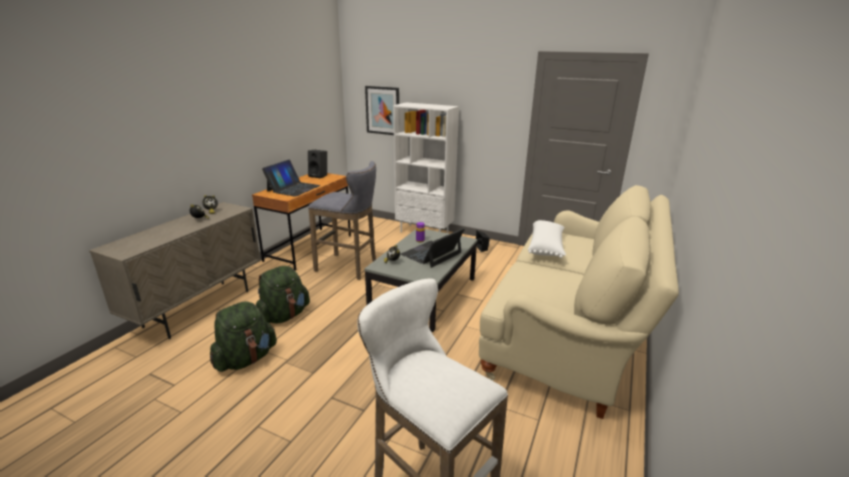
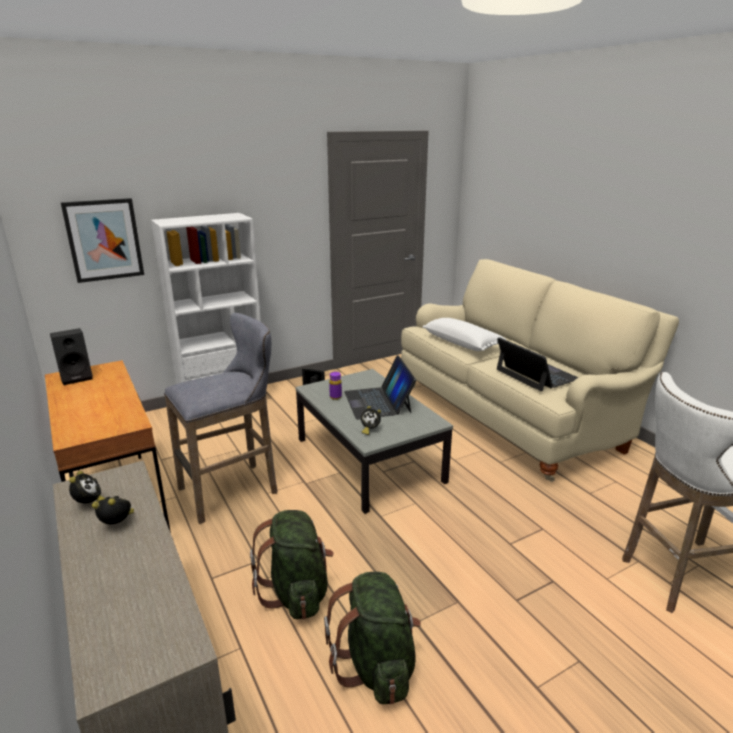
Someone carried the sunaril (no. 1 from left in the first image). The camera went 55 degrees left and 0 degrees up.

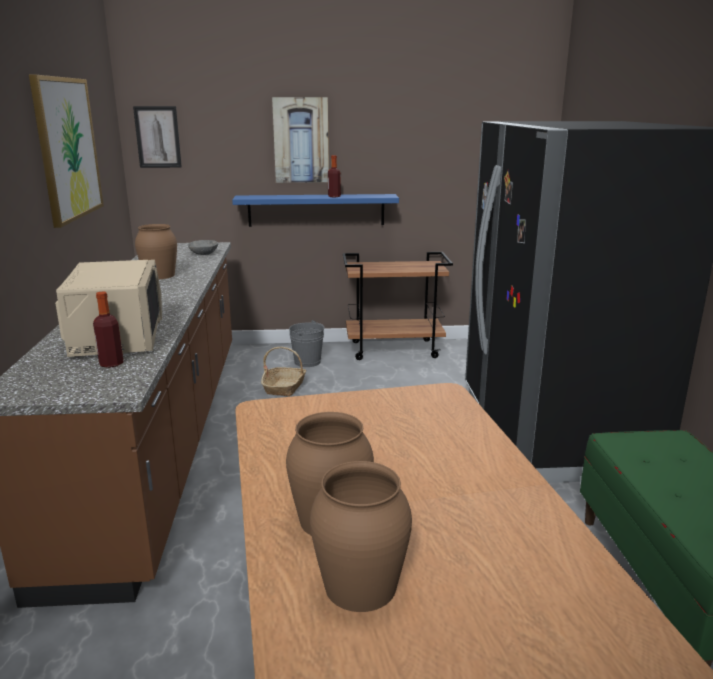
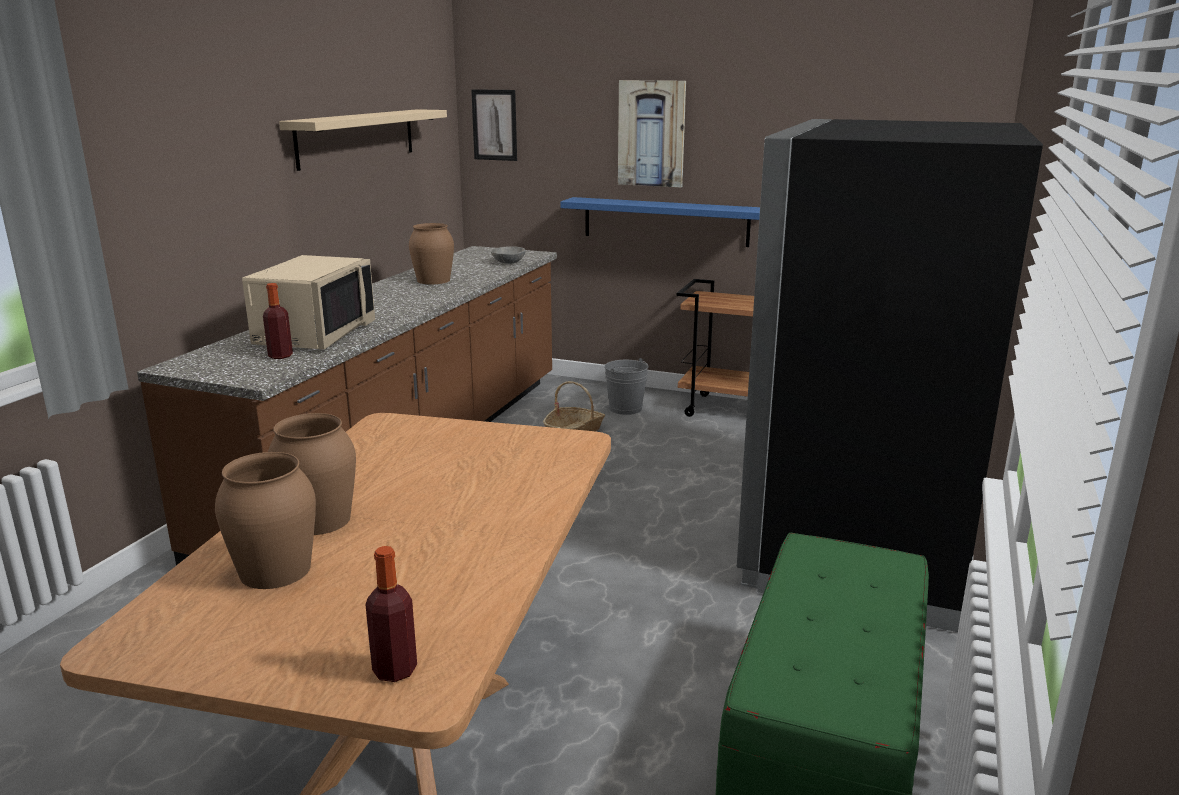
Someone carried the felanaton (no. 2 from left). Someone swapped the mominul (no. 1 from left) for the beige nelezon. The camera went 25 degrees right and 0 degrees up.

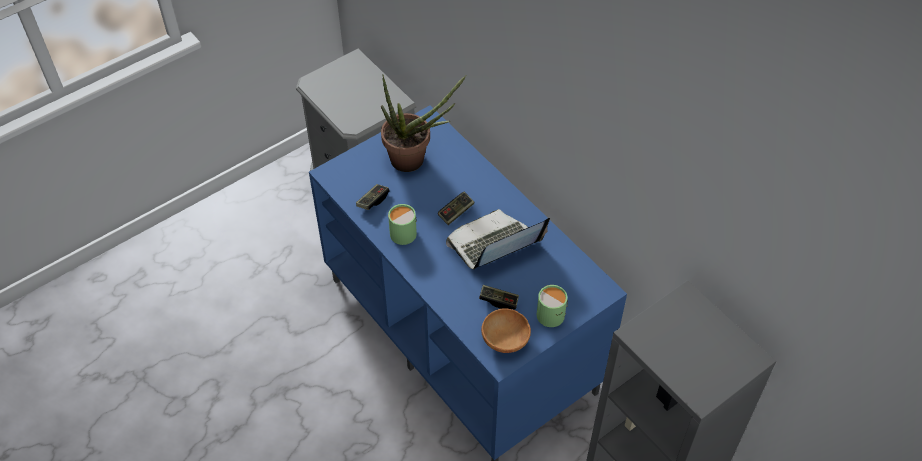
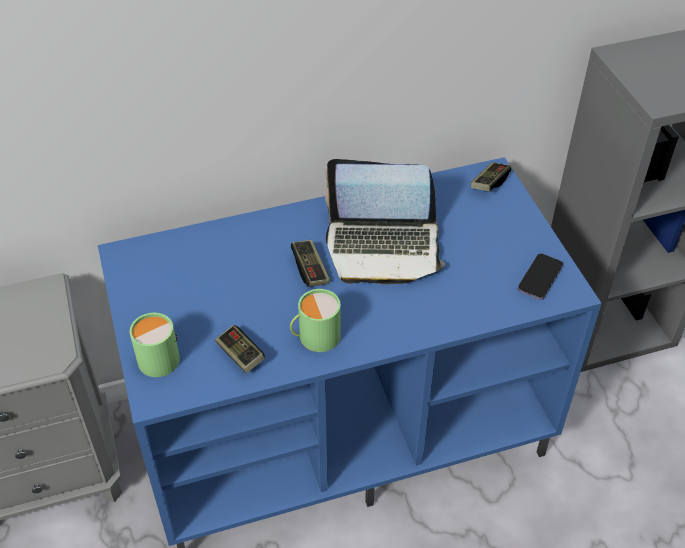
Someone took away the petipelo. Someone carried the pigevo (no. 3 from left). Someone carried the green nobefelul (no. 2 from left in the first image). Someone swapped the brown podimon for the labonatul. Someone rotated the sunaril by 75 degrees counterclockwise. The camera went 70 degrees left and 5 degrees down.

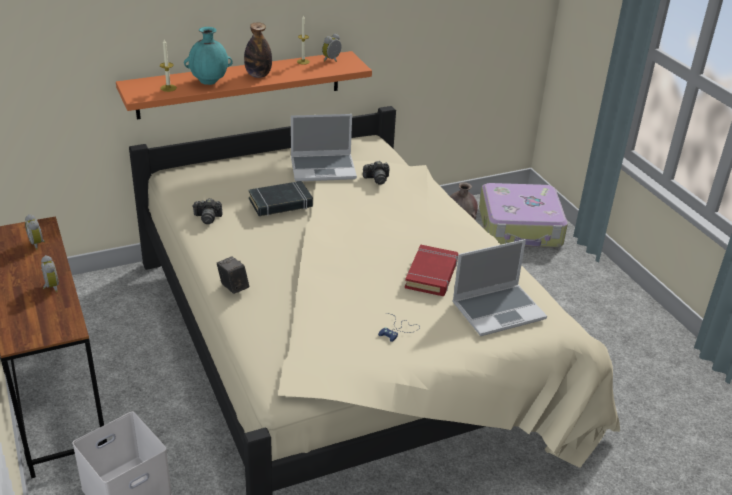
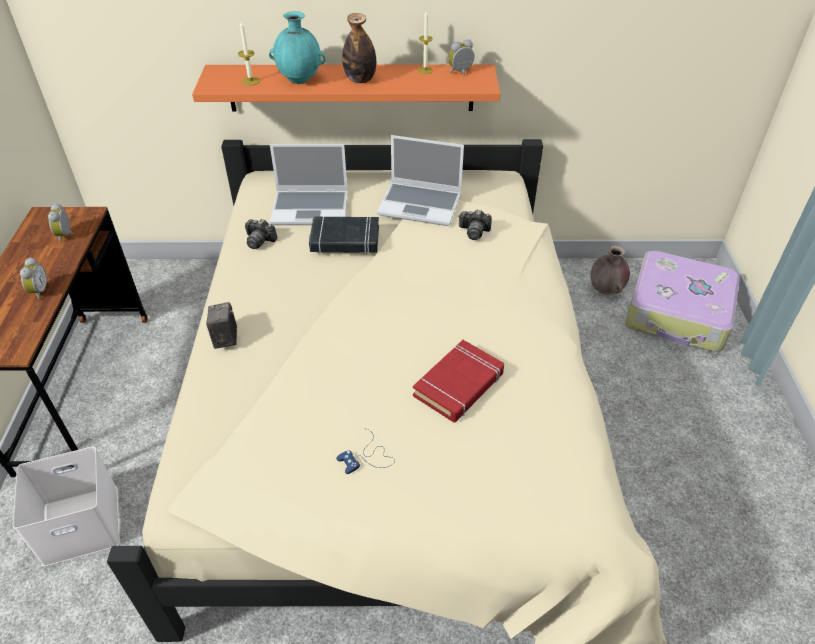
Someone carried the sunaril (no. 2 from left in the first image). The camera went 25 degrees right and 10 degrees up.

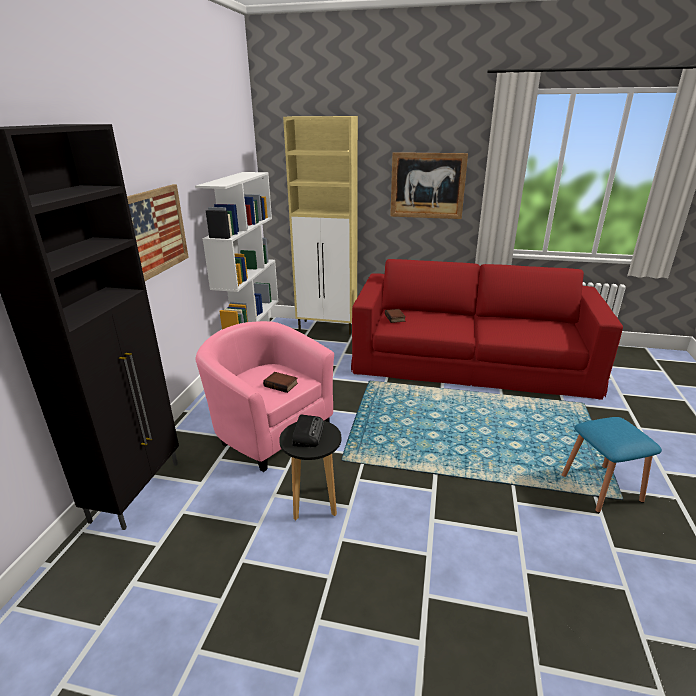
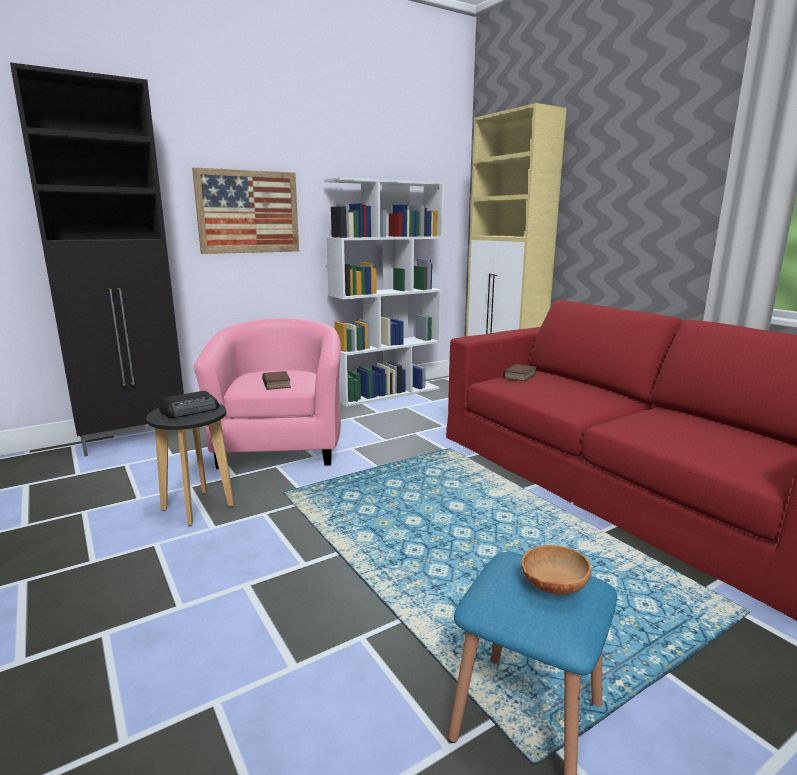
Someone took away the mominul (no. 2 from left). Someone put down the brown podimon. The camera went 45 degrees right and 10 degrees down.

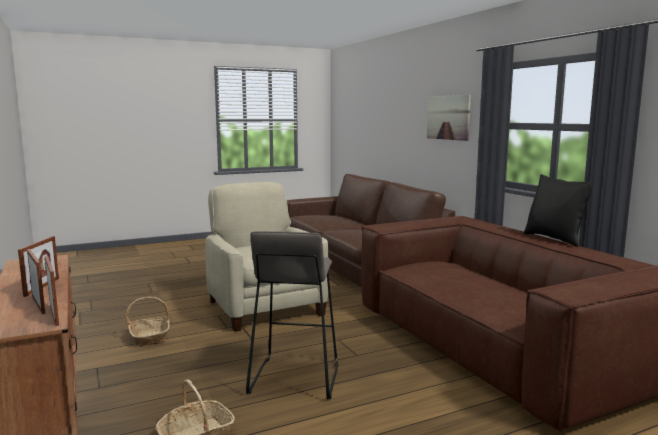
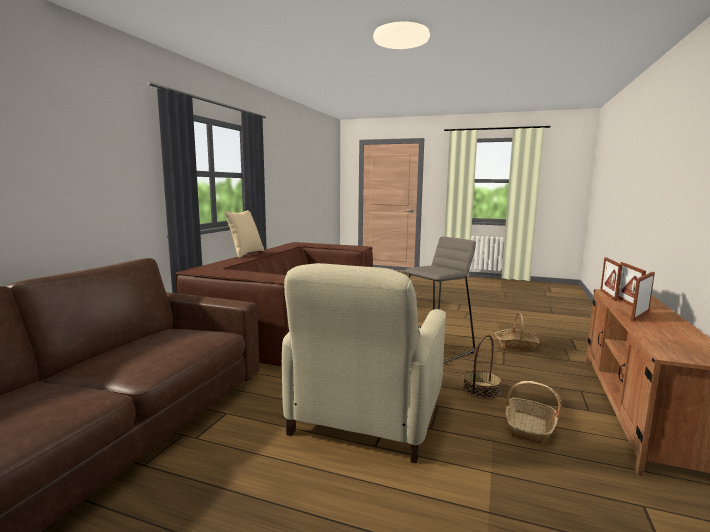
Someone took away the mominul. Someone put down the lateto (no. 1 from left). Someone repainted the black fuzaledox, which became the beige fuzaledox. The camera went 135 degrees left and 0 degrees up.

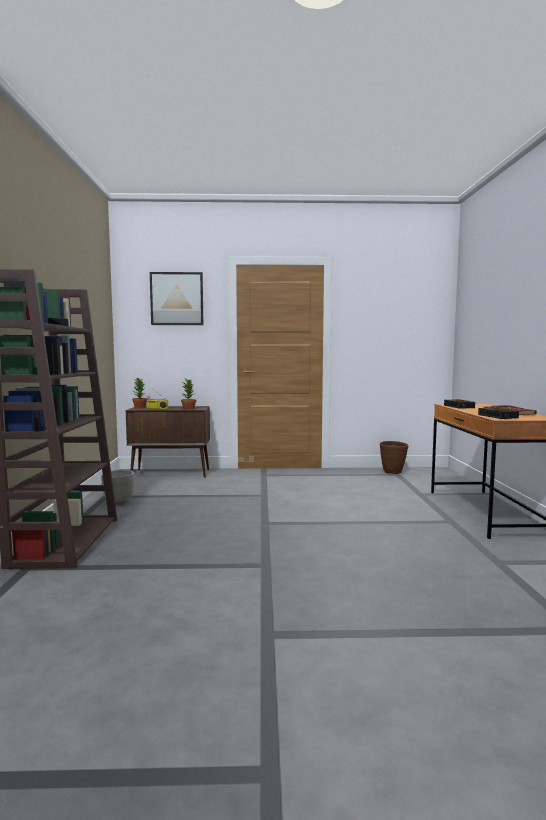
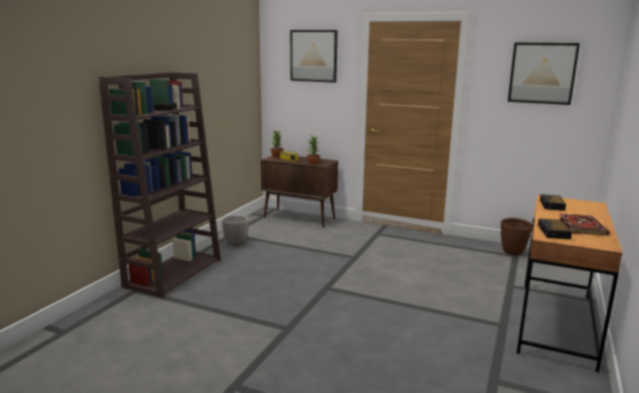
Someone put up the mominul (no. 2 from left). The camera went 25 degrees right and 10 degrees up.

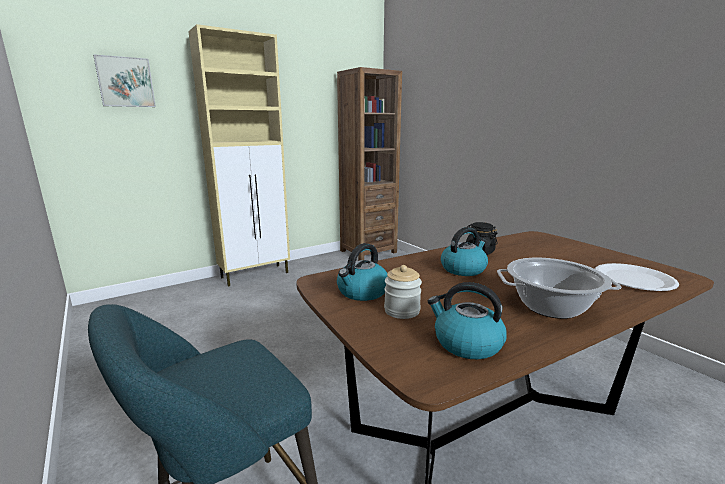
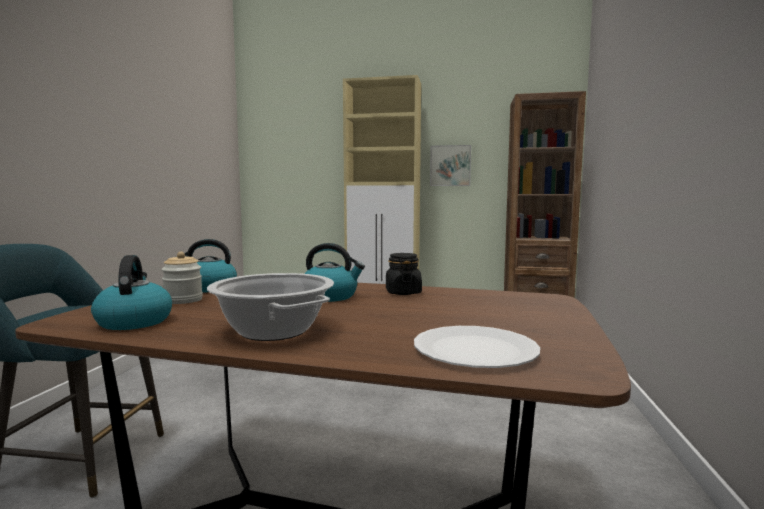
Someone carried the mominul. The camera went 45 degrees right and 10 degrees down.

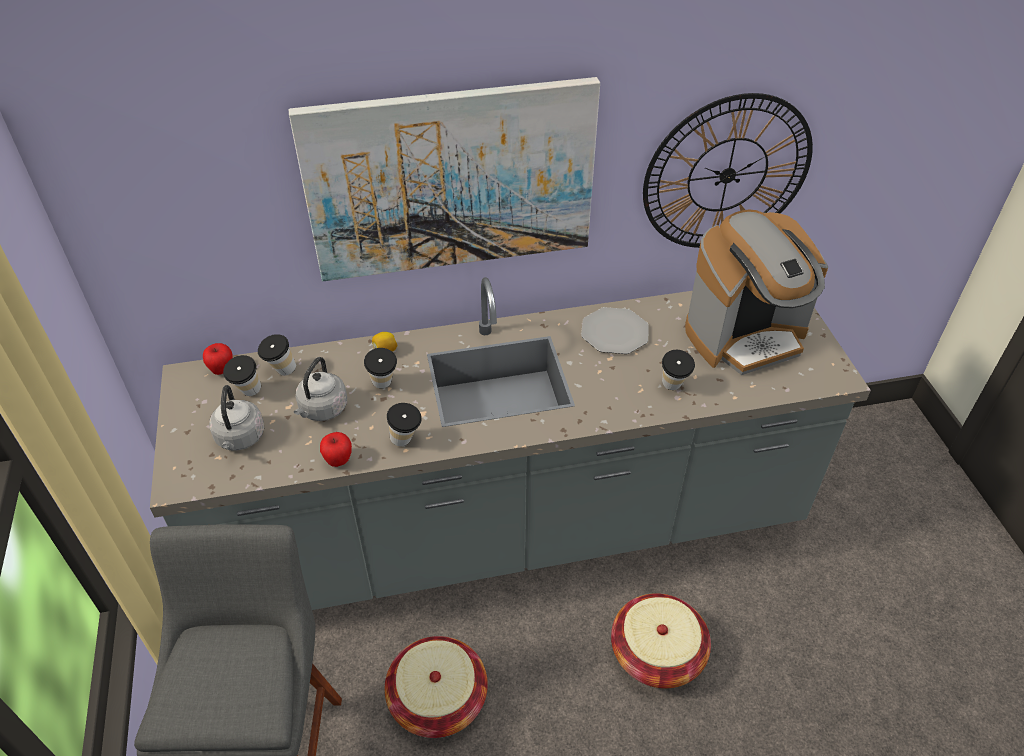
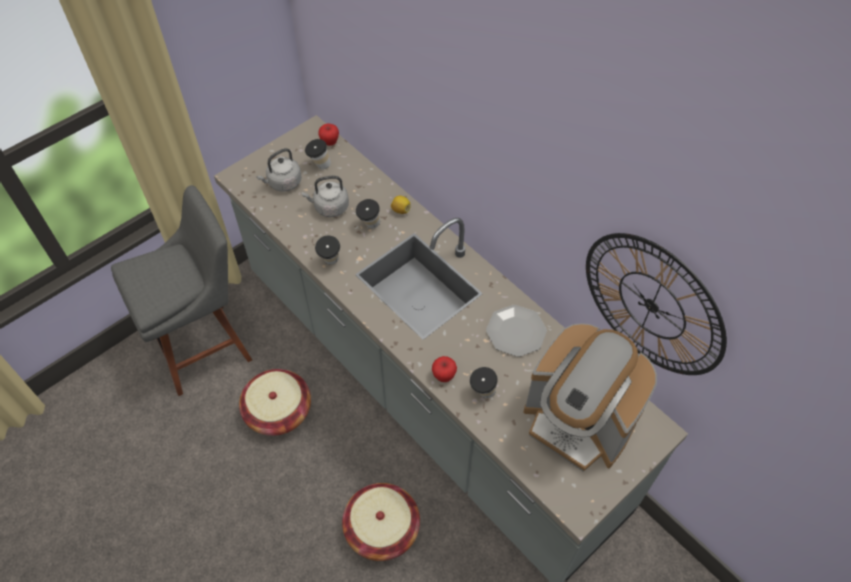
Someone took away the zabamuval (no. 2 from left). Someone took away the mominul. Someone carried the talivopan (no. 2 from left). The camera went 60 degrees right and 10 degrees up.

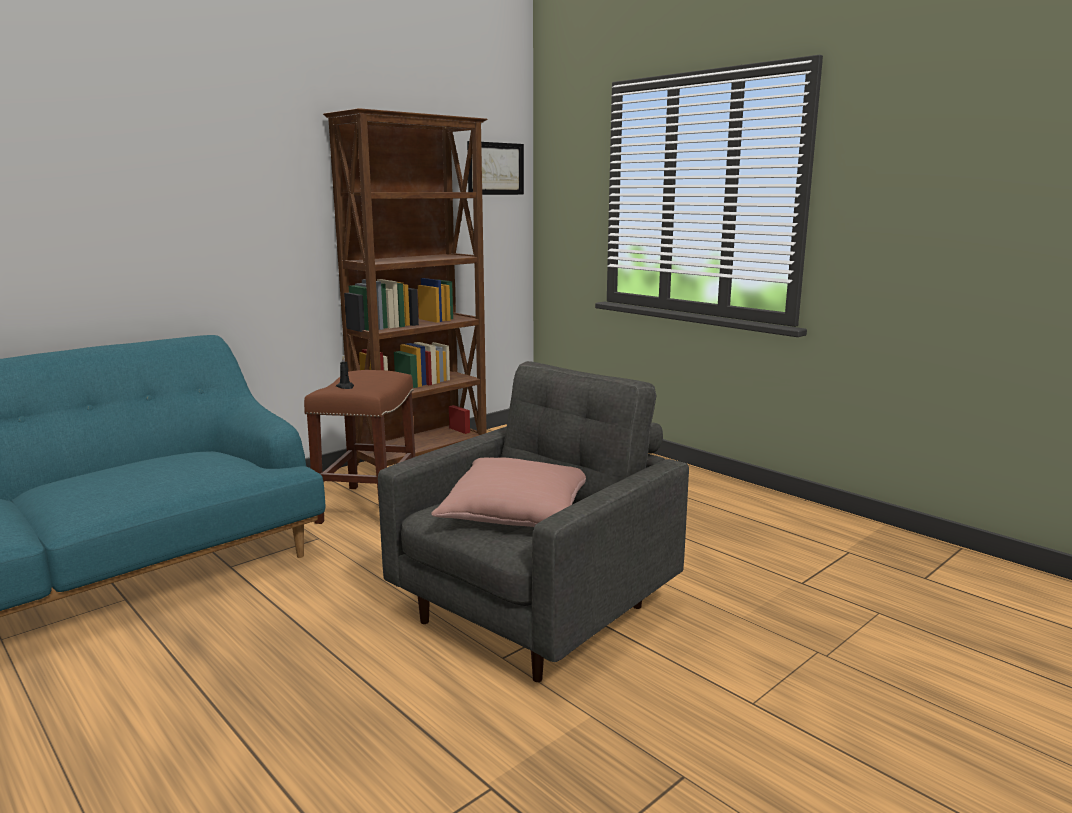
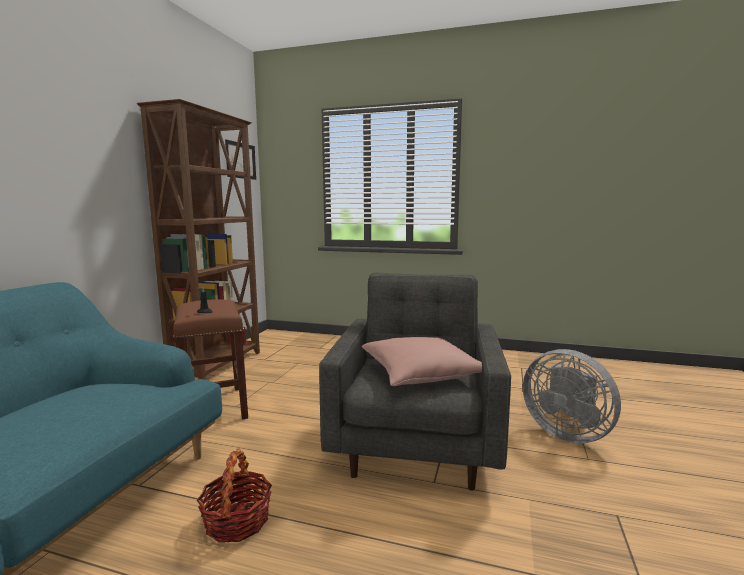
Someone put down the lateto. Someone put down the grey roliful. The camera went 30 degrees left and 5 degrees down.

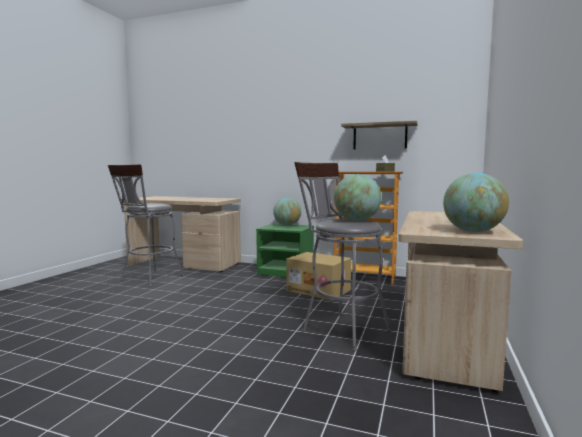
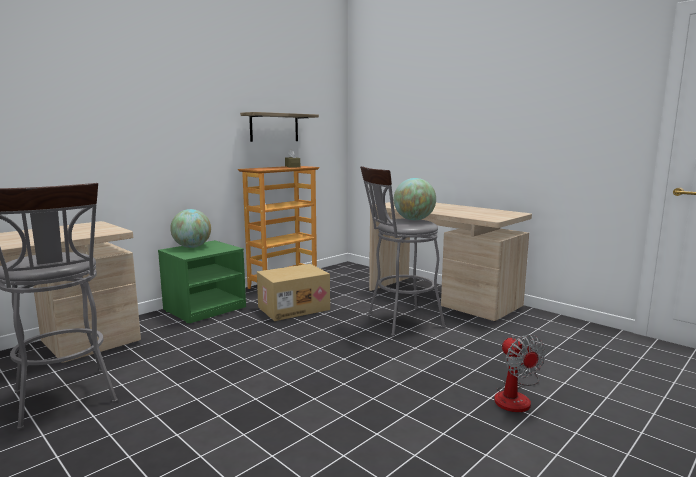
Someone took away the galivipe (no. 3 from left). Someone put down the roliful. The camera went 65 degrees left and 5 degrees up.

